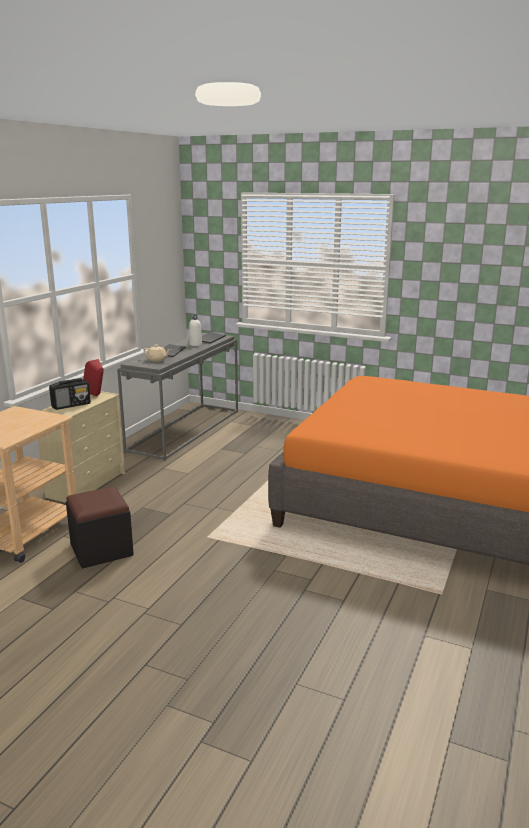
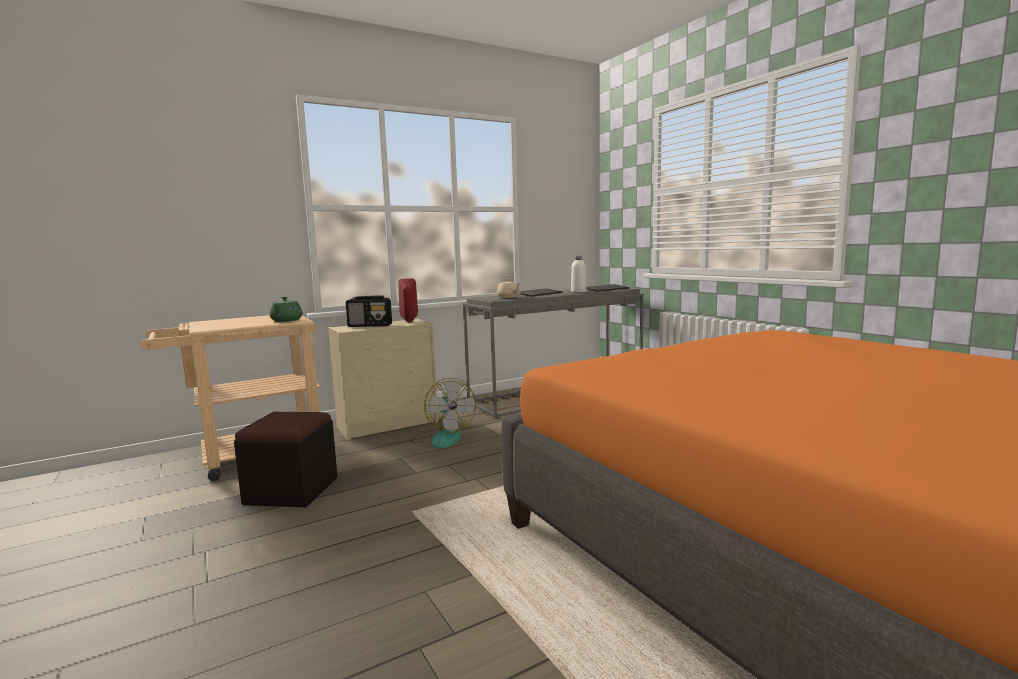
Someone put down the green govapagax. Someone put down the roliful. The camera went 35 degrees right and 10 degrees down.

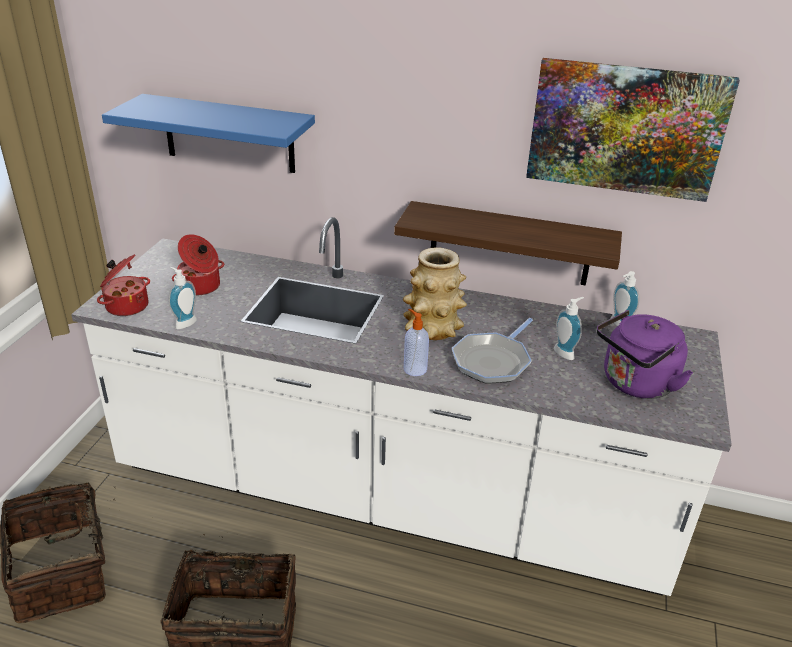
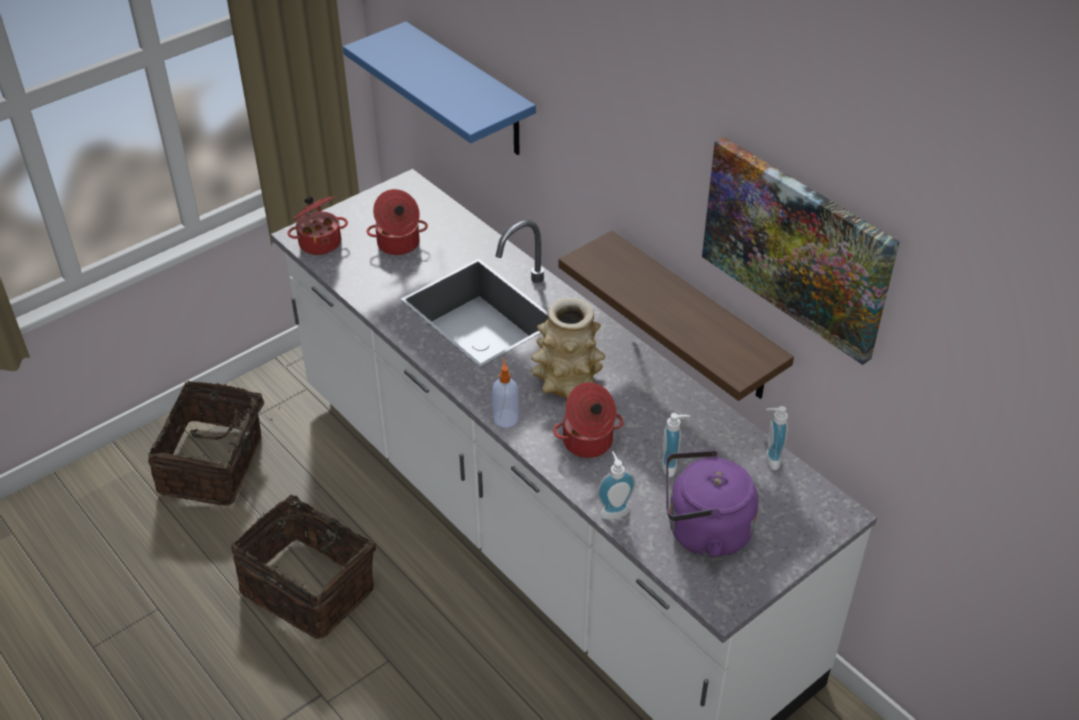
Someone carried the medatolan (no. 1 from left in the first image). Someone swapped the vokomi for the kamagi (no. 3 from left). The camera went 35 degrees right and 10 degrees up.

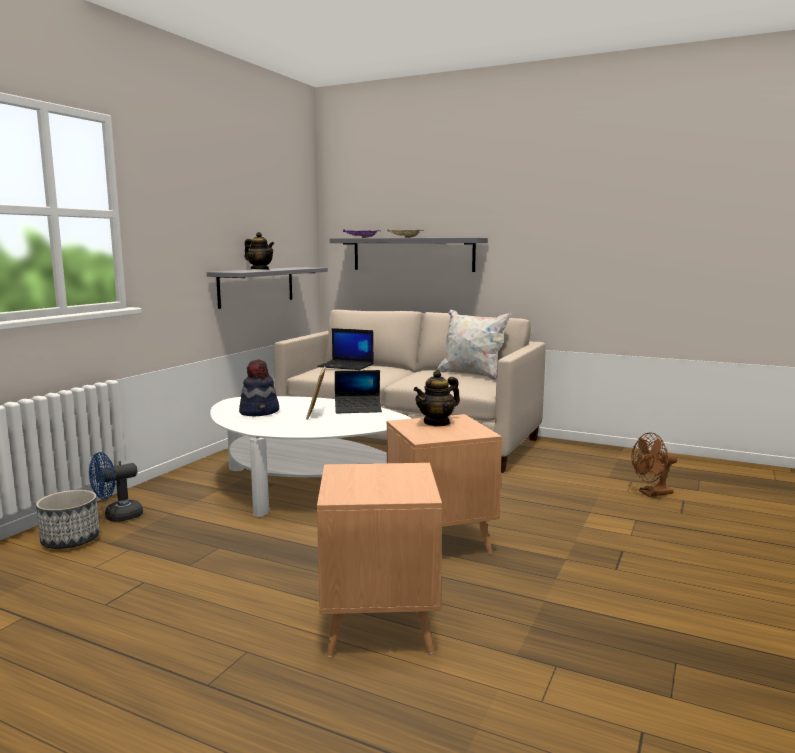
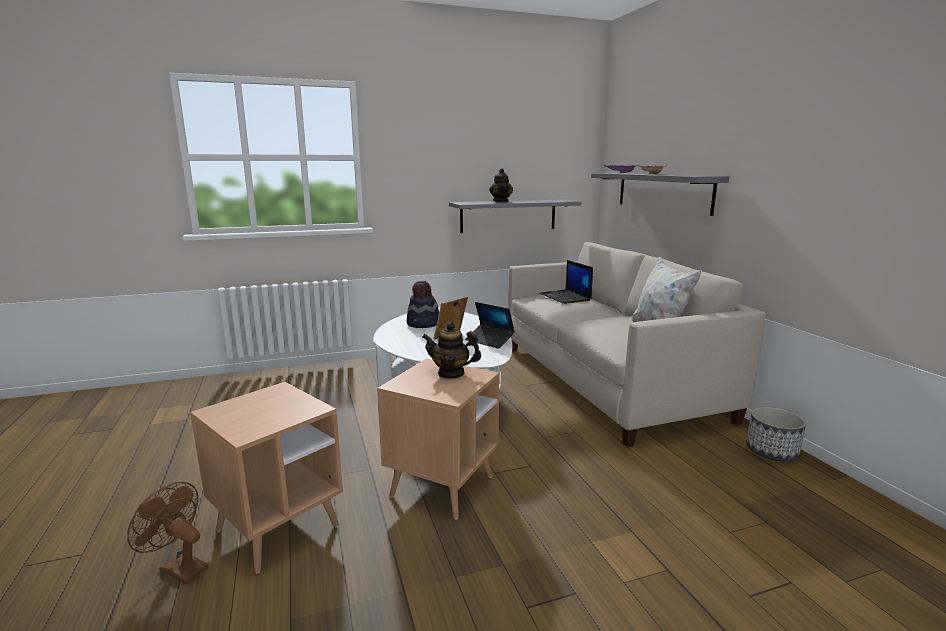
Someone took away the blue roliful. Someone carried the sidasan. Someone carried the brown roliful. The camera went 45 degrees right and 5 degrees up.

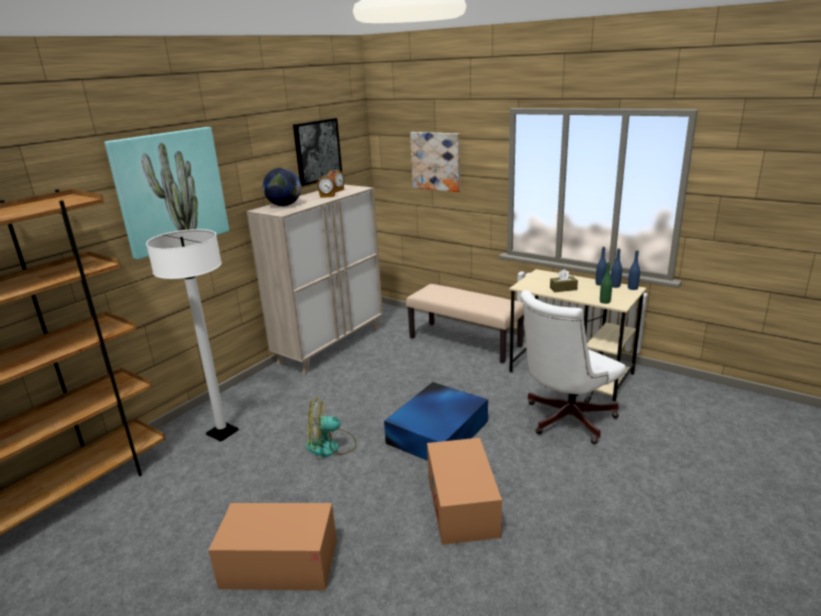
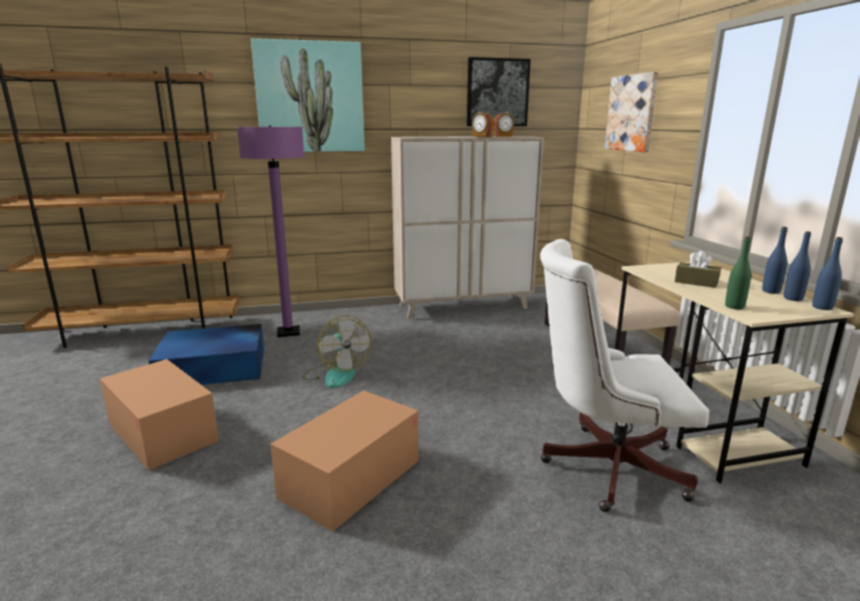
Someone took away the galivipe. Someone carried the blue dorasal. Someone repainted the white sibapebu, which became the purple sibapebu. Someone rotated the roliful by 150 degrees counterclockwise. The camera went 40 degrees right and 5 degrees down.

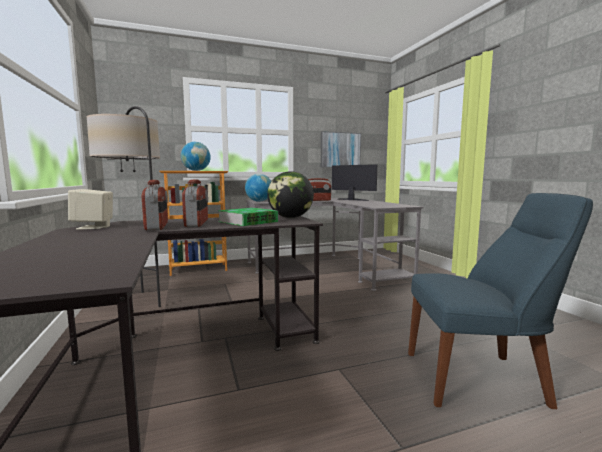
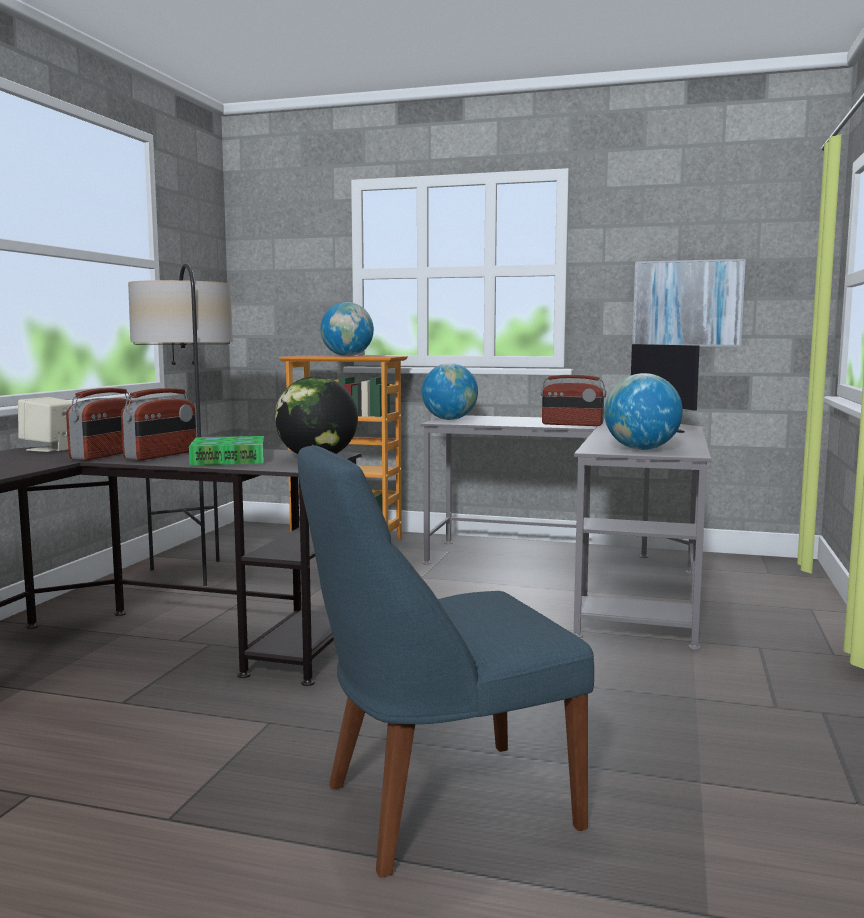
Someone put down the galivipe (no. 4 from left). Someone rotated the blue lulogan by 120 degrees clockwise. The camera went 35 degrees right and 0 degrees up.

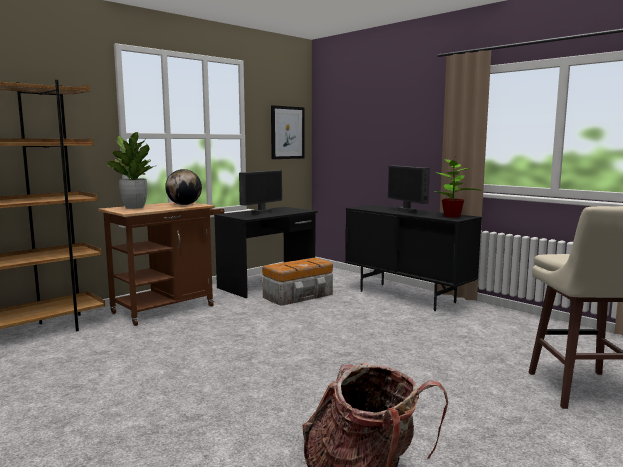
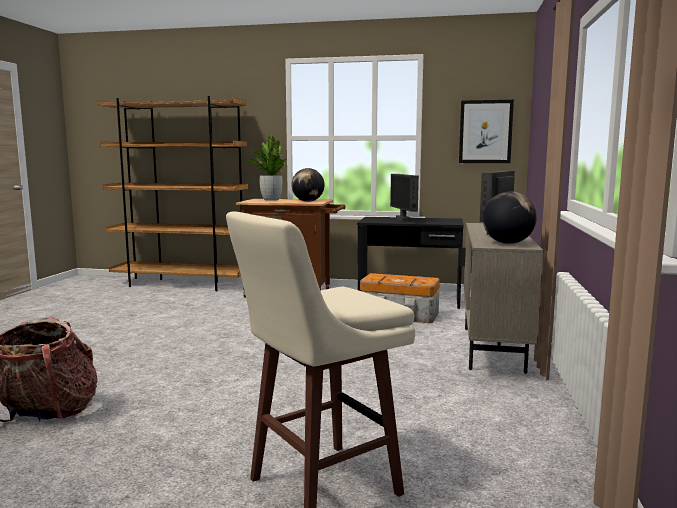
Someone swapped the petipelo (no. 2 from left) for the galivipe (no. 2 from left). Someone repainted the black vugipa, which became the beige vugipa. Someone rotated the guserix (no. 1 from left) by 75 degrees clockwise. The camera went 55 degrees right and 0 degrees up.

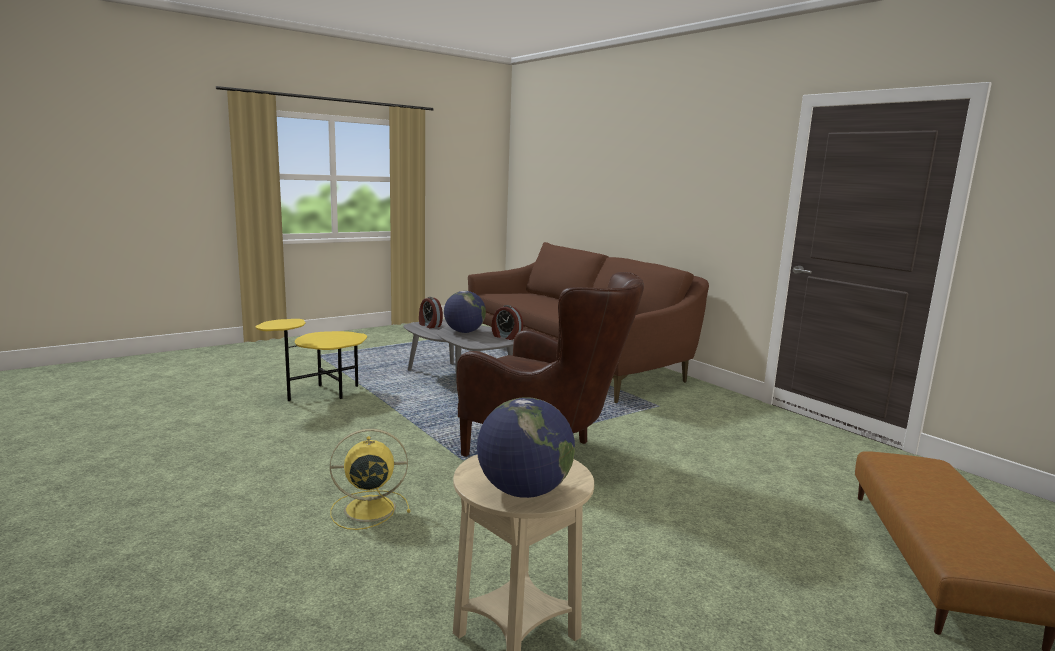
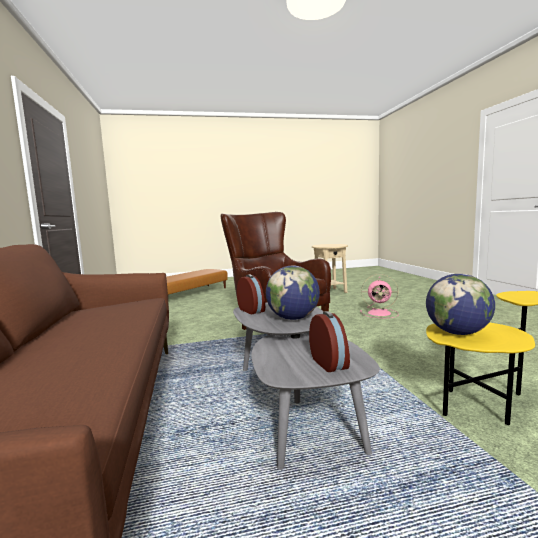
Someone carried the galivipe (no. 2 from left). Someone repainted the yellow roliful, which became the pink roliful. The camera went 155 degrees left and 5 degrees down.

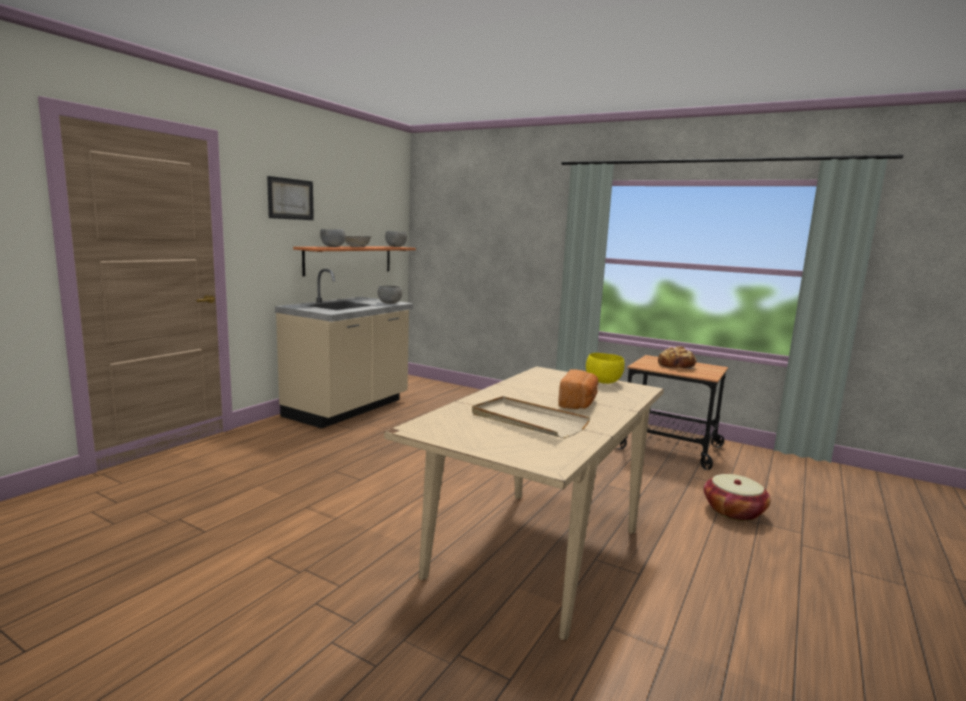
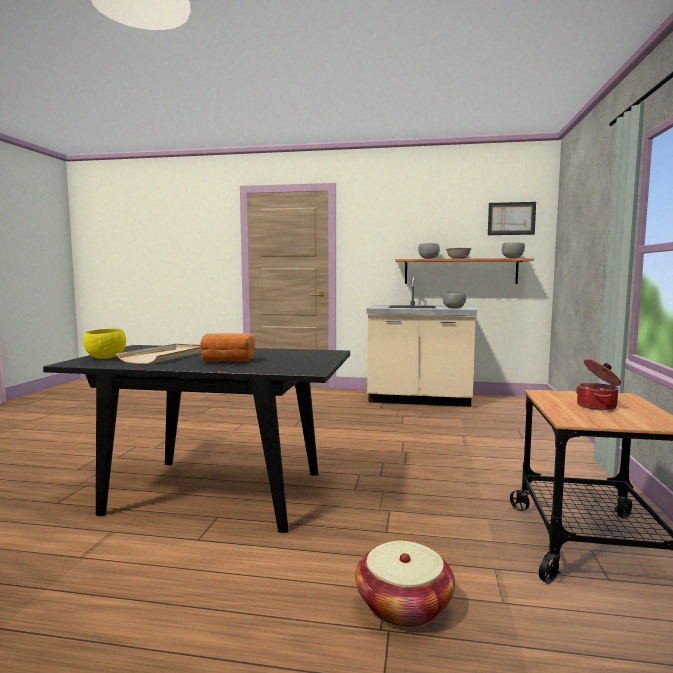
Someone carried the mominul. Someone carried the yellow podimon. Someone swapped the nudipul (no. 2 from left) for the kamagi. Someone repainted the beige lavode, which became the black lavode. The camera went 70 degrees right and 5 degrees down.

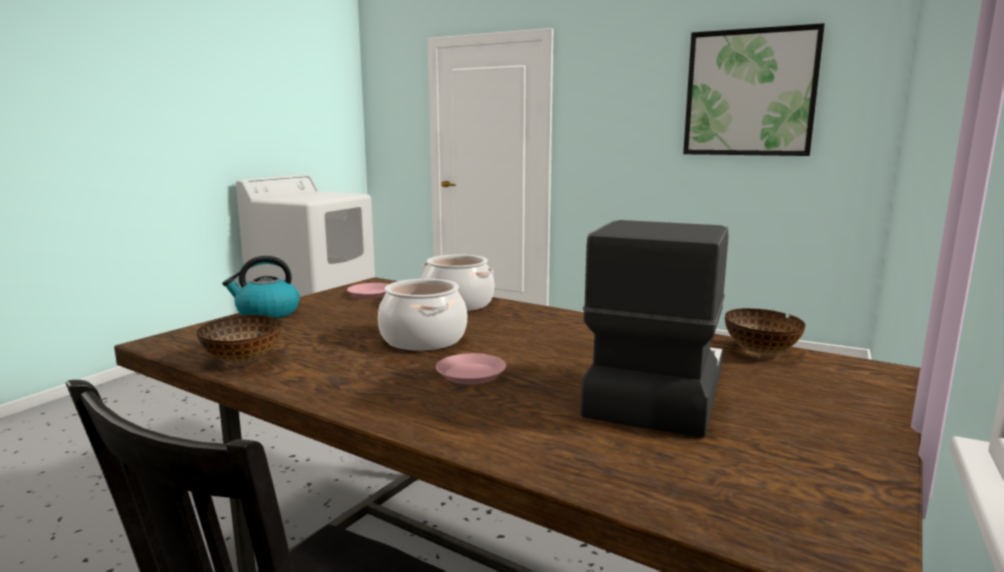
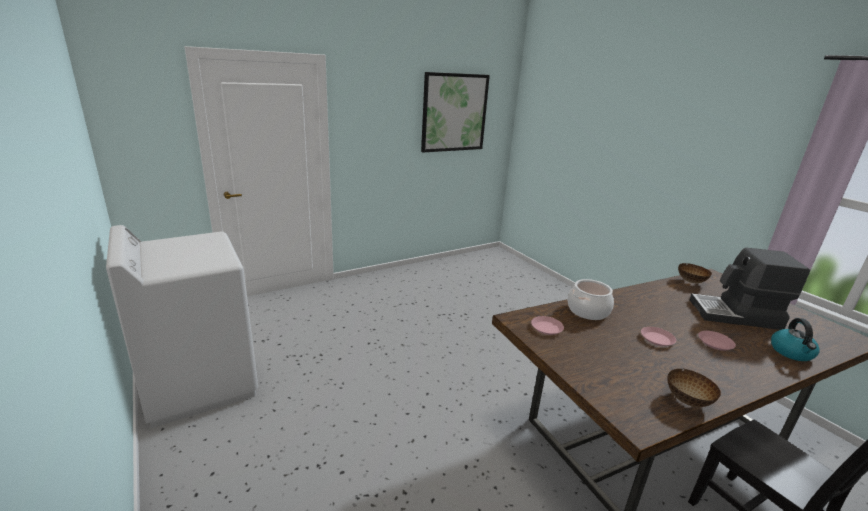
Someone carried the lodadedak. Someone swapped the kamagi (no. 1 from left) for the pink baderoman (no. 2 from left). Someone rotated the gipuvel by 45 degrees counterclockwise. The camera went 60 degrees left and 10 degrees up.

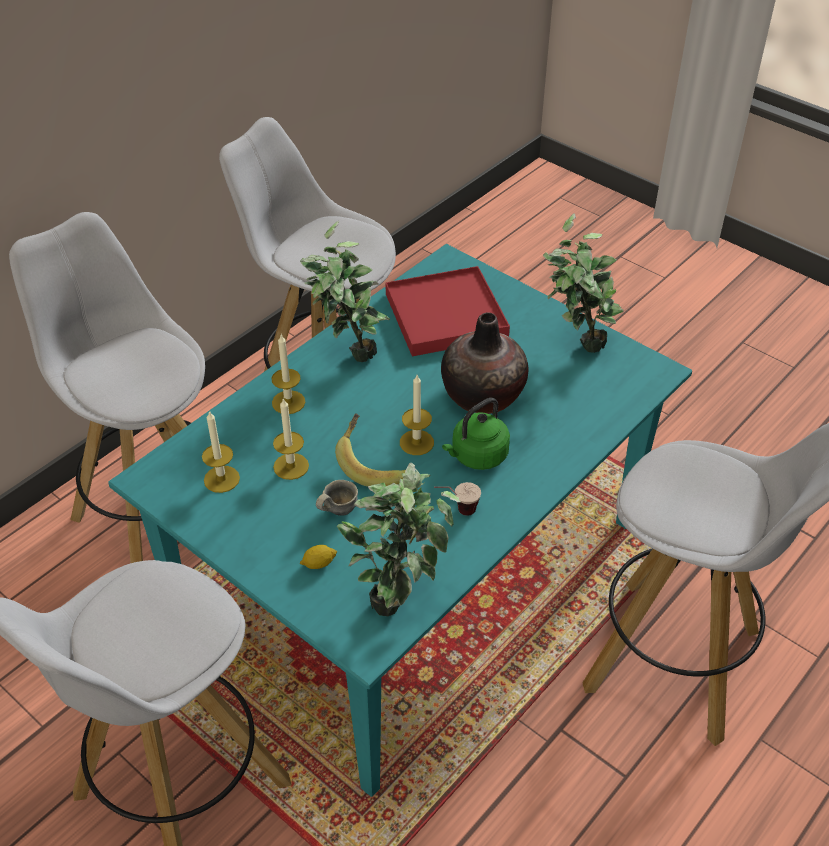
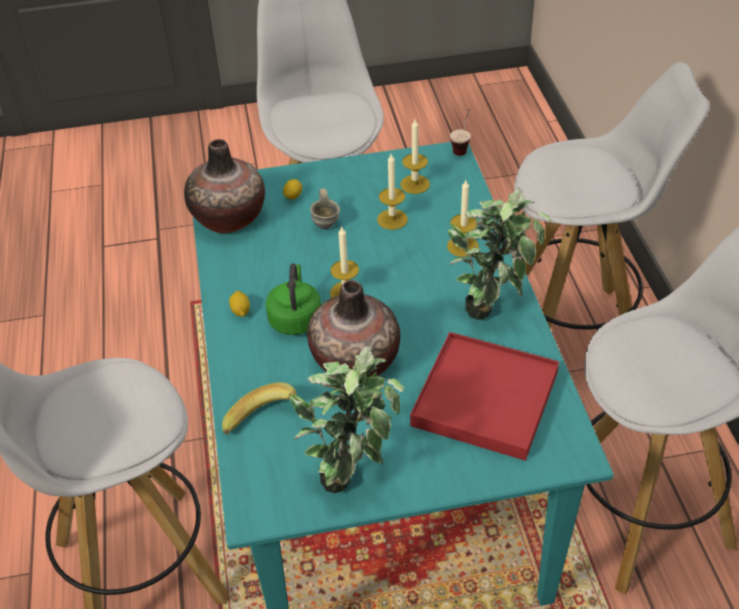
Someone put down the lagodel (no. 1 from left). Someone carried the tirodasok. Someone carried the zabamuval. Someone swapped the petipelo (no. 2 from left) for the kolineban (no. 1 from left). The camera went 130 degrees right and 0 degrees up.

